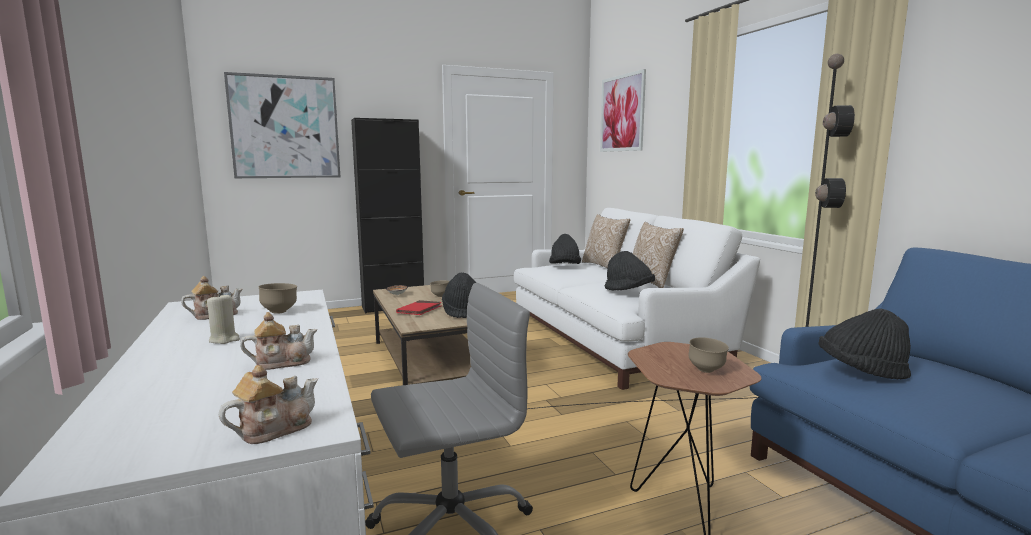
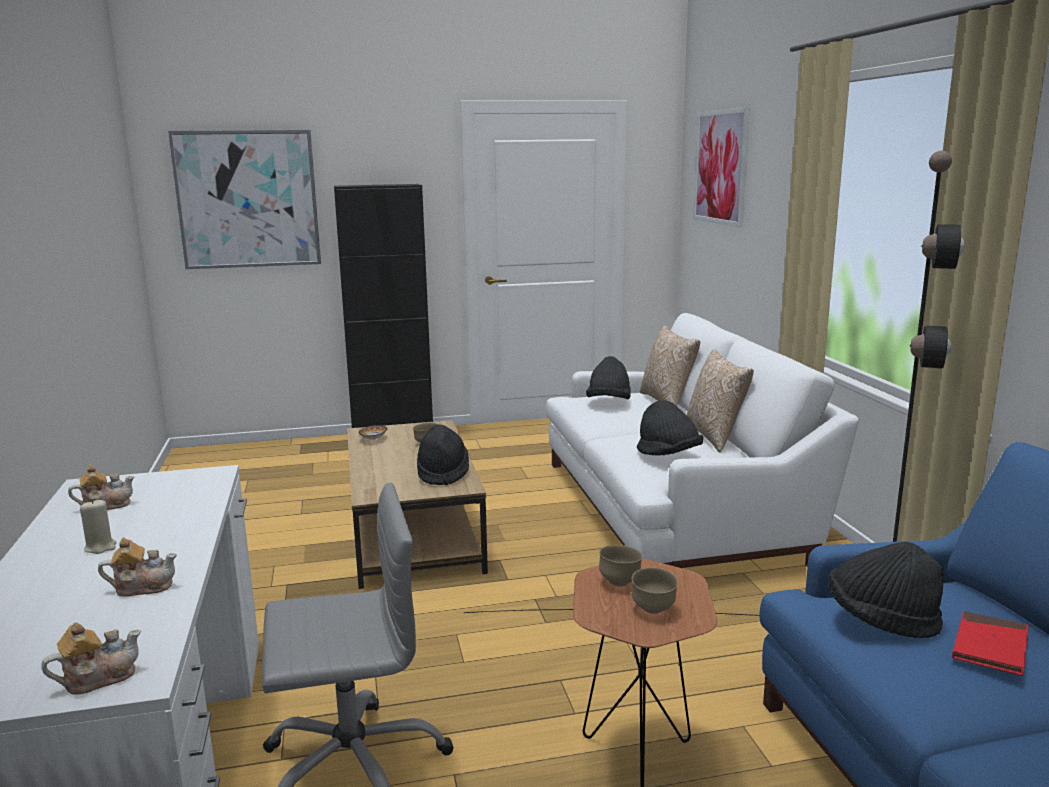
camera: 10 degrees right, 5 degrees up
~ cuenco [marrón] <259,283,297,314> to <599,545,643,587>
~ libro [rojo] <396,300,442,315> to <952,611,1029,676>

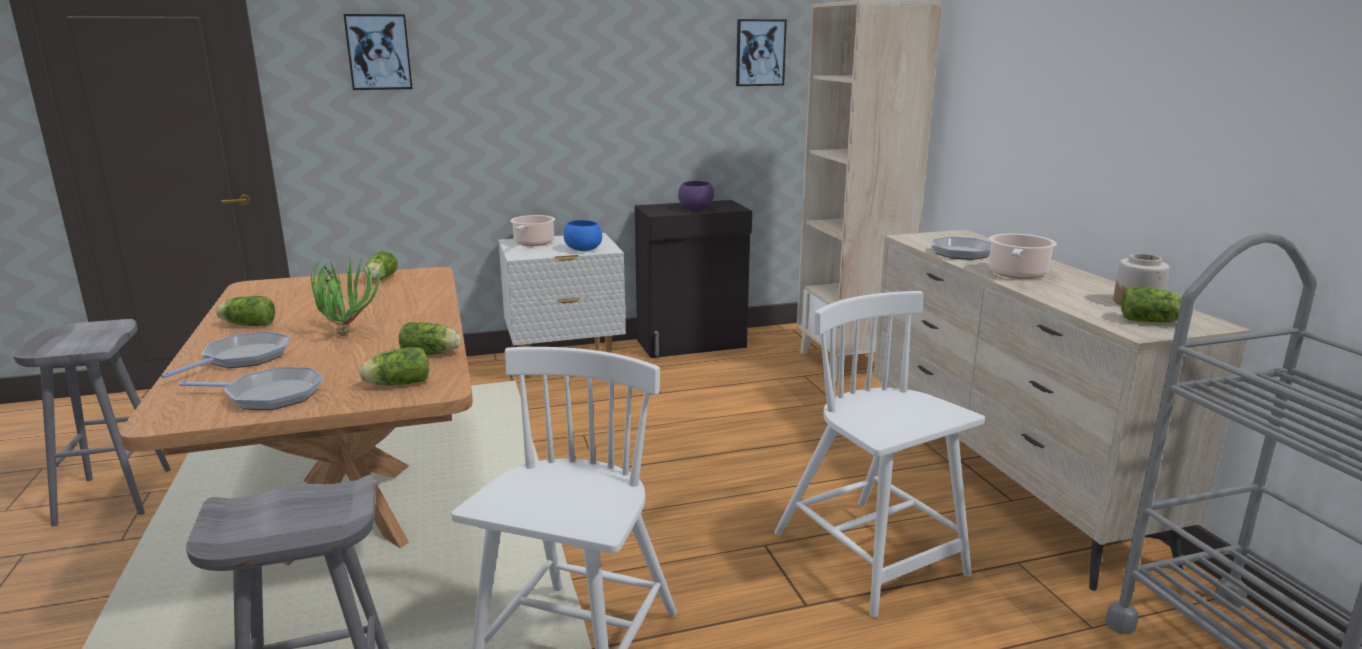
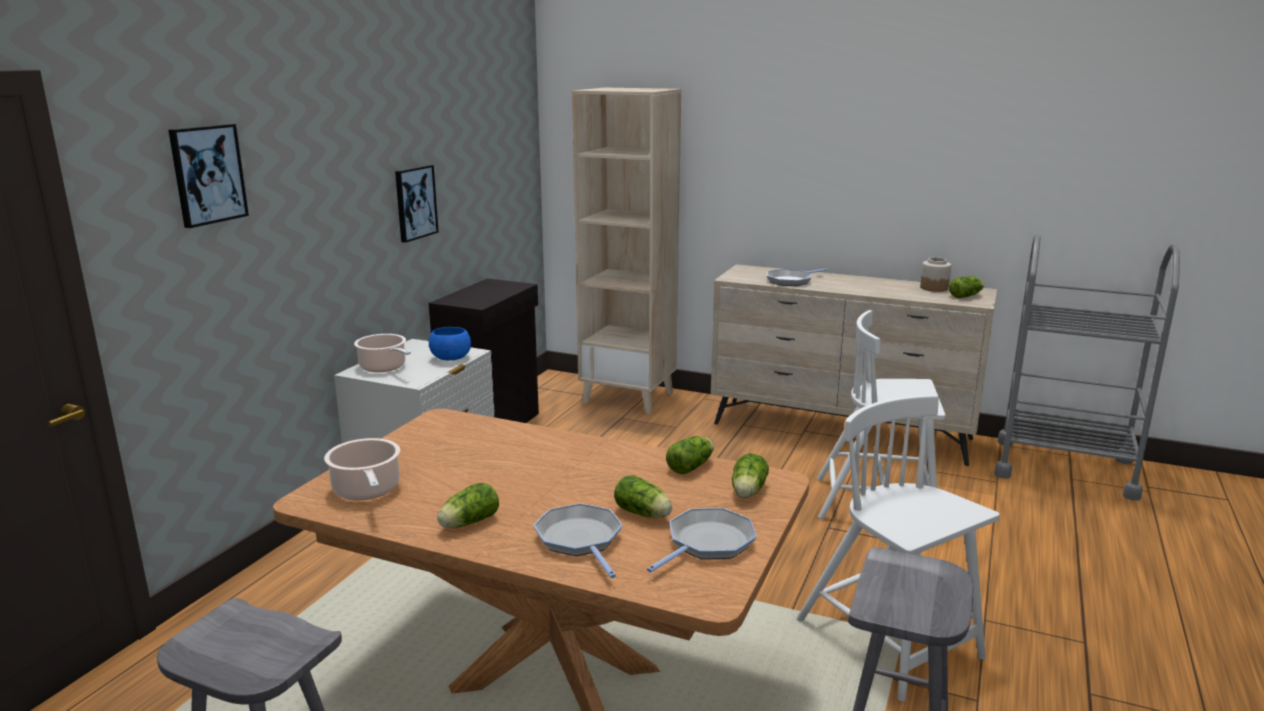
camera: 50 degrees left, 0 degrees up
- planta en maceta <311,254,382,336>
~ lechuga <364,251,398,281> to <614,475,672,518>
- cuenco [morado] <678,181,714,210>
~ cuadro <736,19,787,86> to <395,165,439,243>
~ olla <989,234,1057,279> to <324,438,400,500>

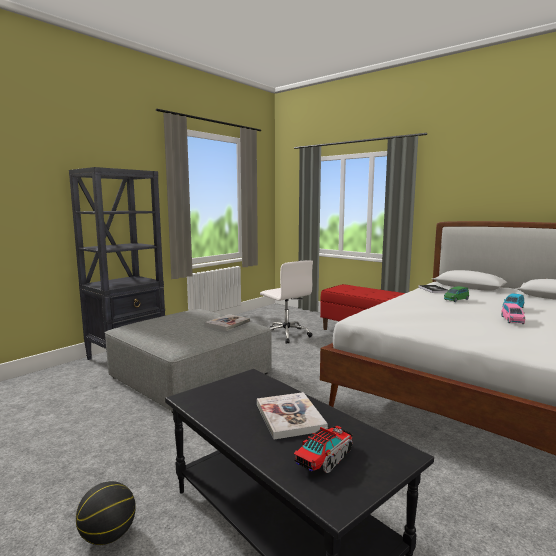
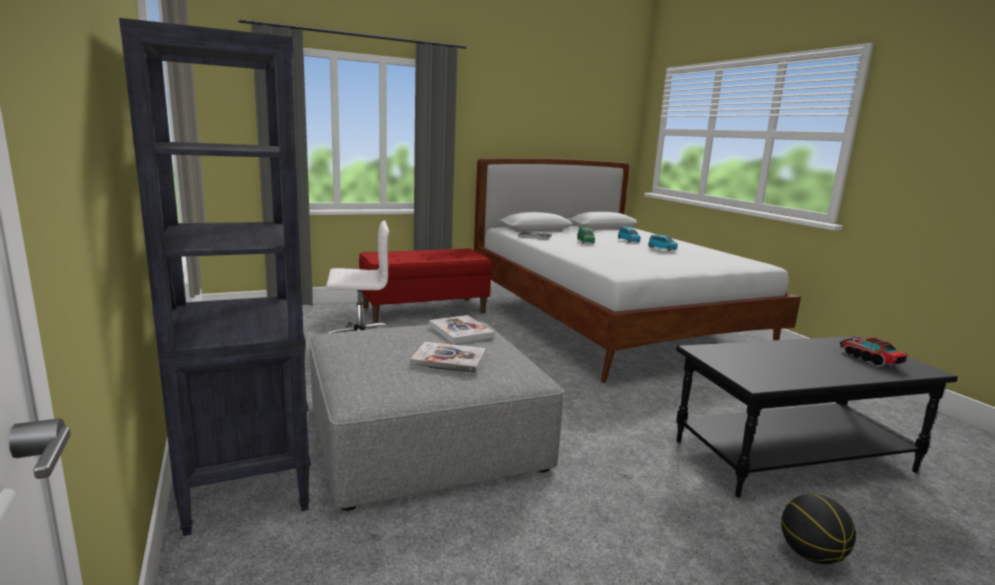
camera: 65 degrees left, 5 degrees up
~ libro <257,392,328,440> to <410,342,486,374>
~ coche de juguete [rosa] <502,303,525,324> to coche de juguete [azul] <648,234,678,251>

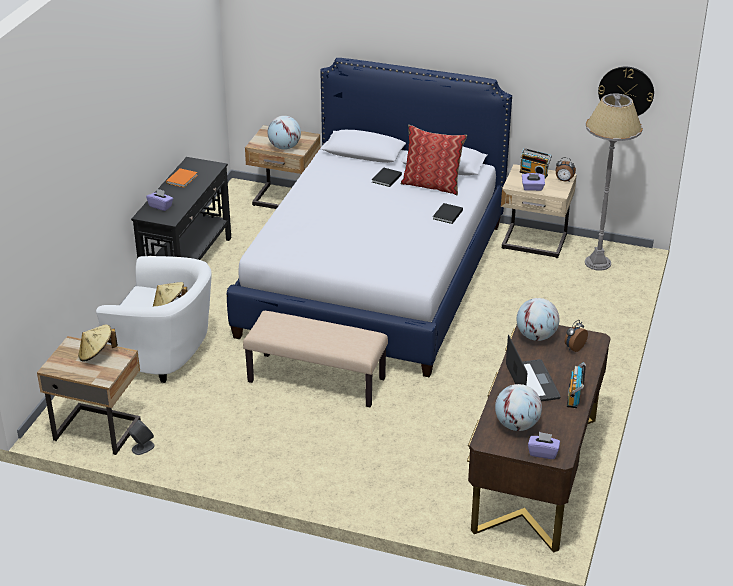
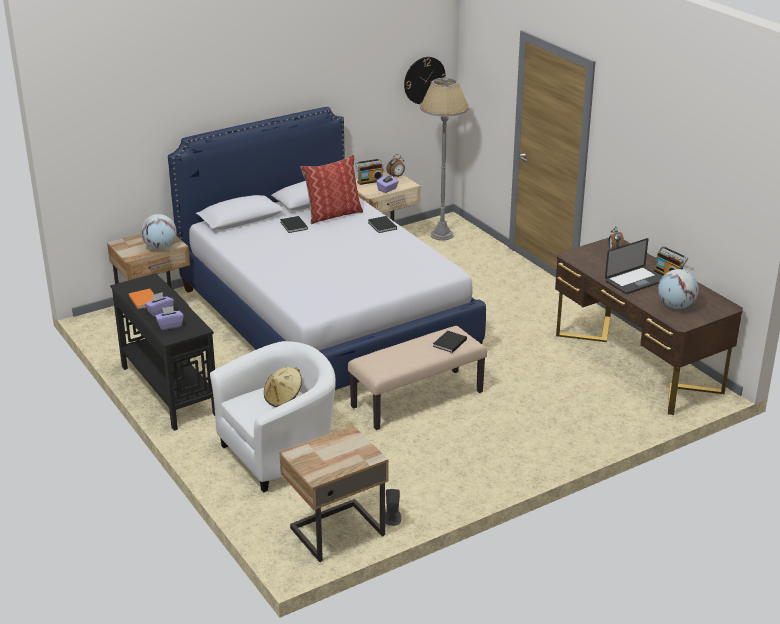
camera: 50 degrees left, 5 degrees down
- sombrero [beis] <78,325,118,362>
~ portátil <506,335,561,401> = <605,238,663,294> 120 degrees clockwise
- globo terráqueo <517,298,559,341>
~ caja de pañuelos [morado] <528,432,560,459> to <145,292,174,317>
+ libro [negro] <433,331,467,353>

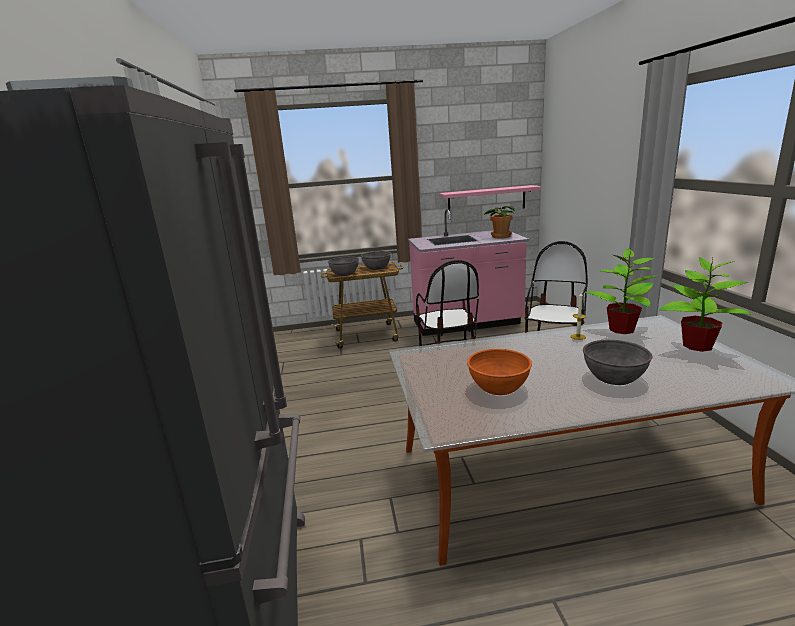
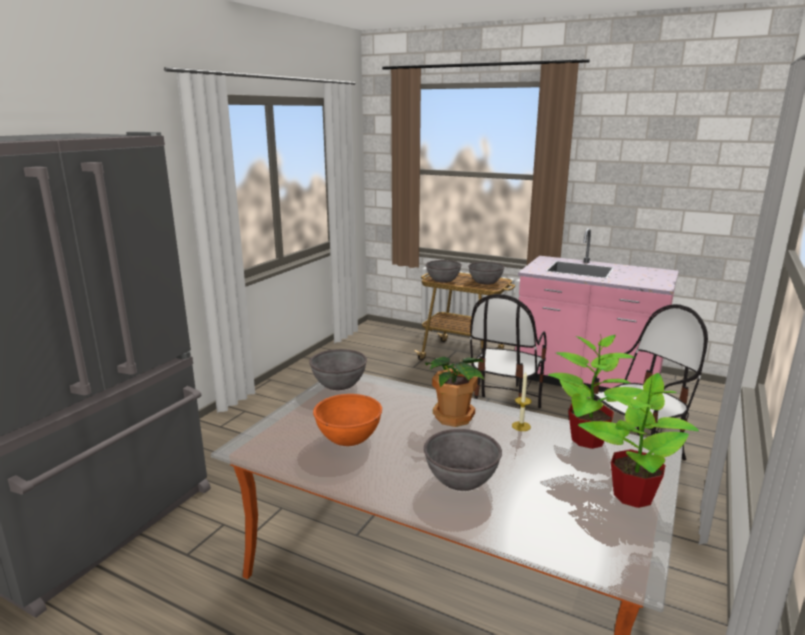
camera: 35 degrees right, 0 degrees up
- estante [rosa] <440,185,541,211>
~ planta en maceta <483,206,515,239> to <425,357,485,427>
+ cuenco [gris] <309,349,367,390>

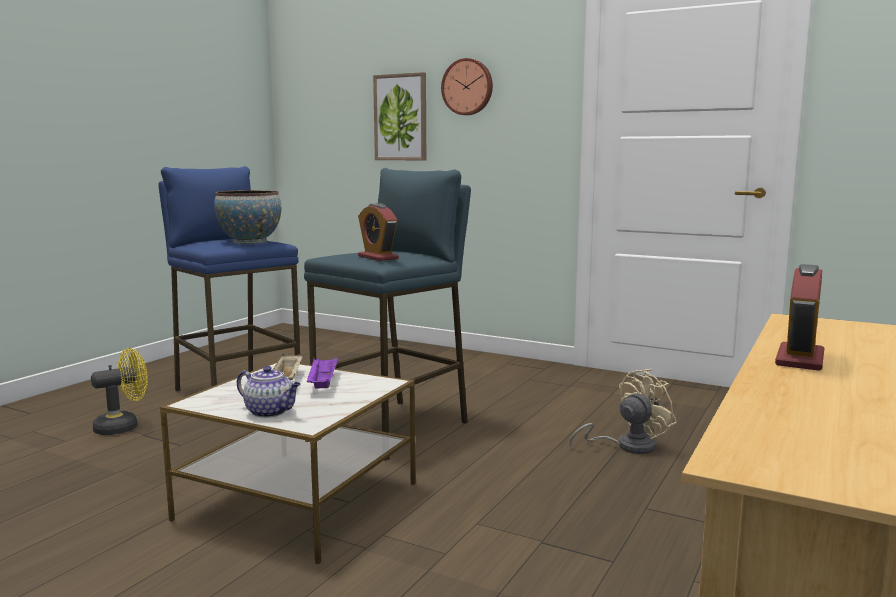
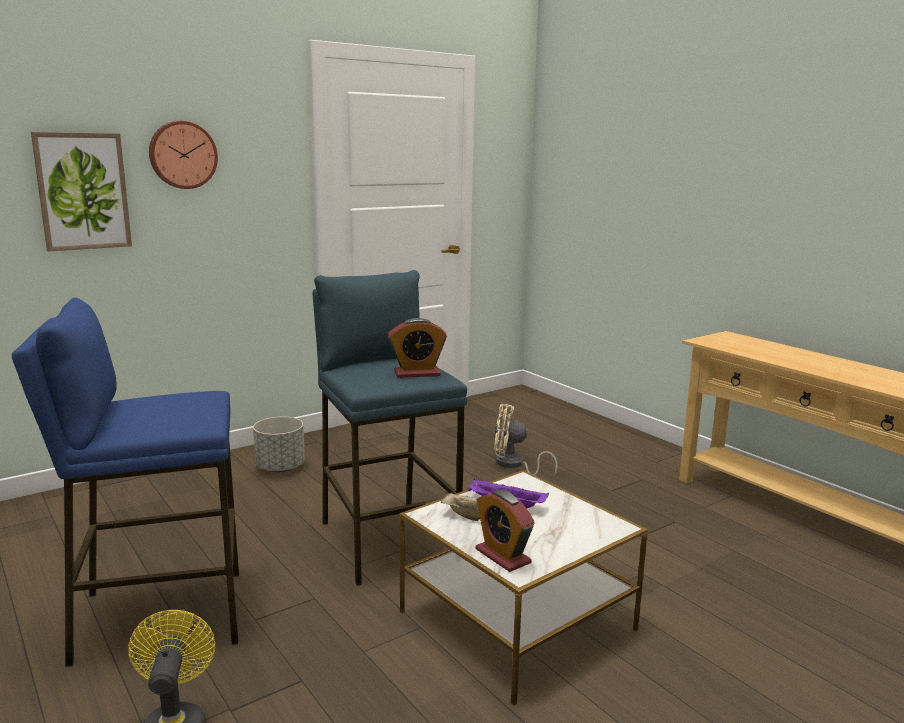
camera: 65 degrees left, 5 degrees up
- cuenco <214,190,281,244>
- tetera <237,366,301,418>
~ ventilador [beis] <569,369,677,454> = <494,404,558,477> 75 degrees counterclockwise
~ despertador <775,264,824,371> to <476,490,535,572>
+ maceta [gris] <253,417,305,472>

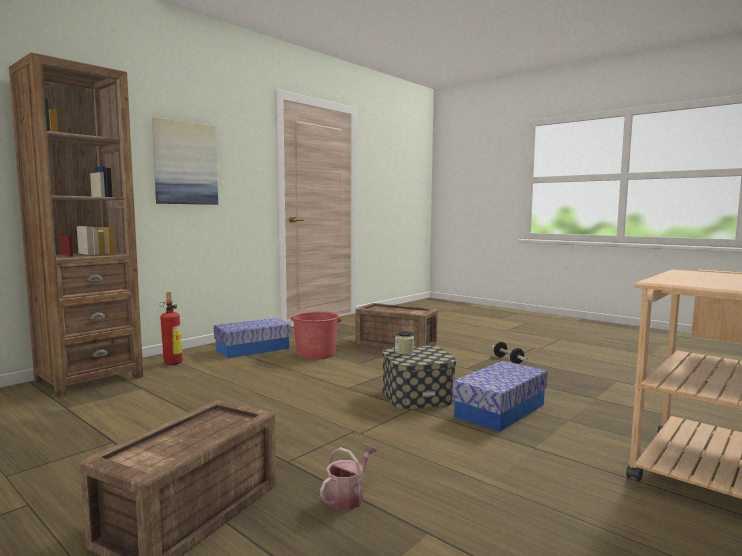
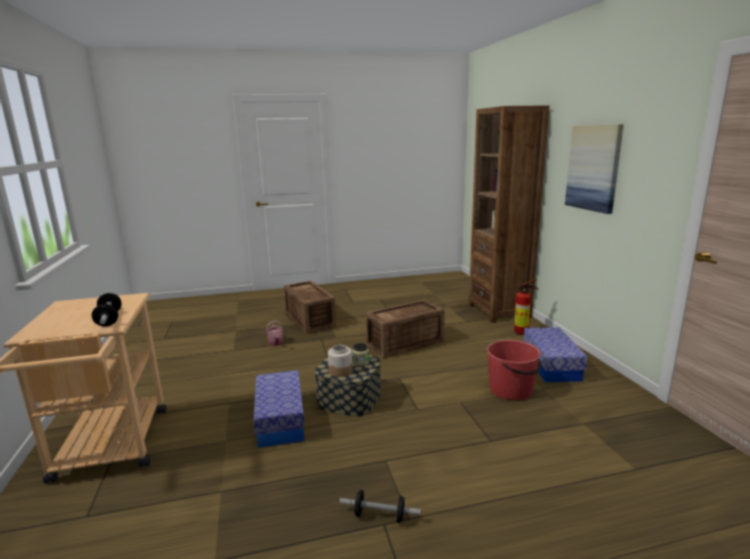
camera: 125 degrees right, 10 degrees up
~ caja de embalaje <355,303,438,349> to <366,300,445,358>
+ mancuerna <92,293,122,326>
+ tarro <328,345,353,377>

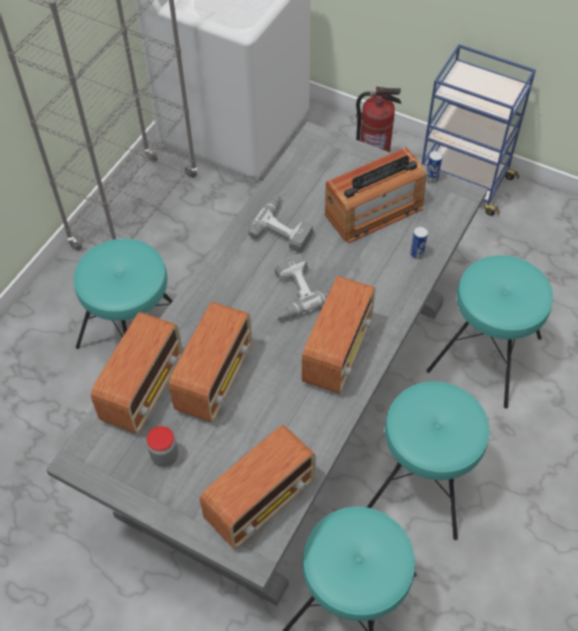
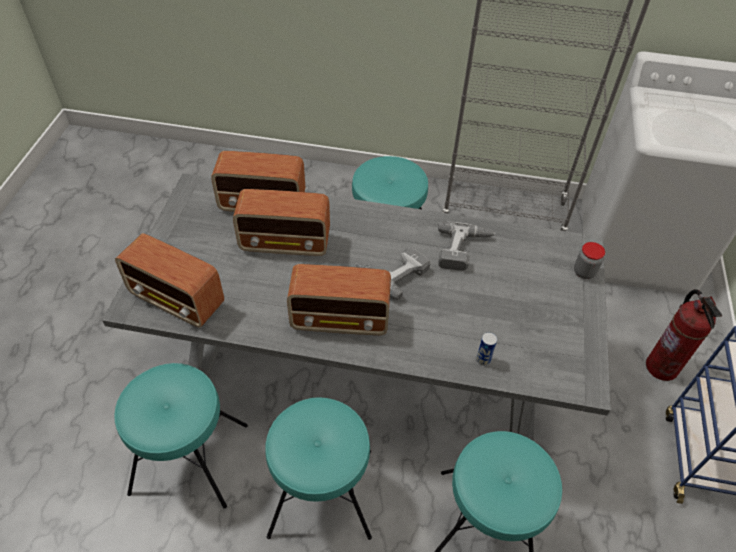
camera: 70 degrees right, 5 degrees down
~ tarro <147,426,178,467> to <574,242,605,279>
- radio <325,147,426,243>
- lata <426,151,443,183>

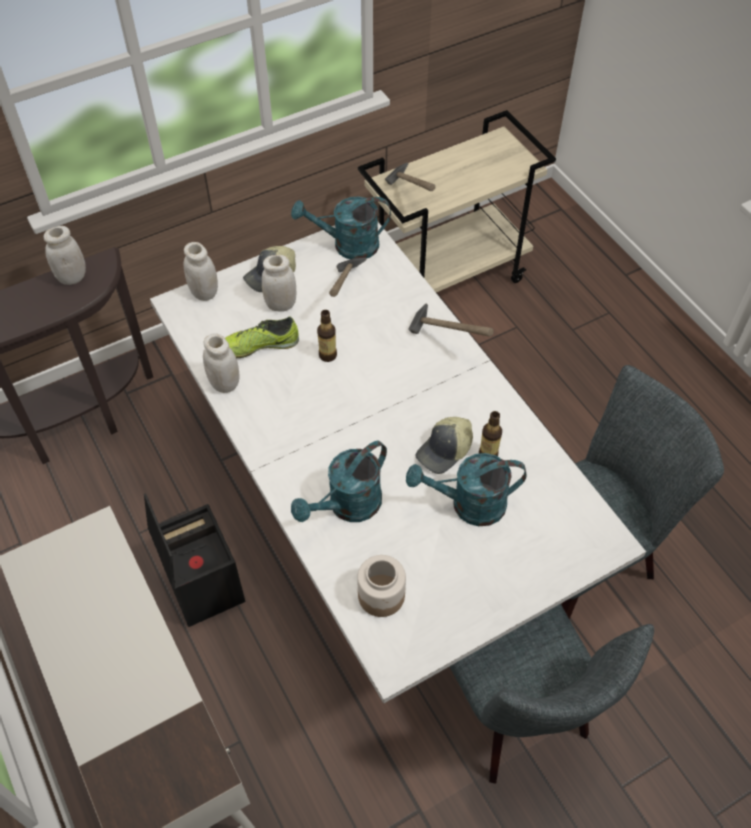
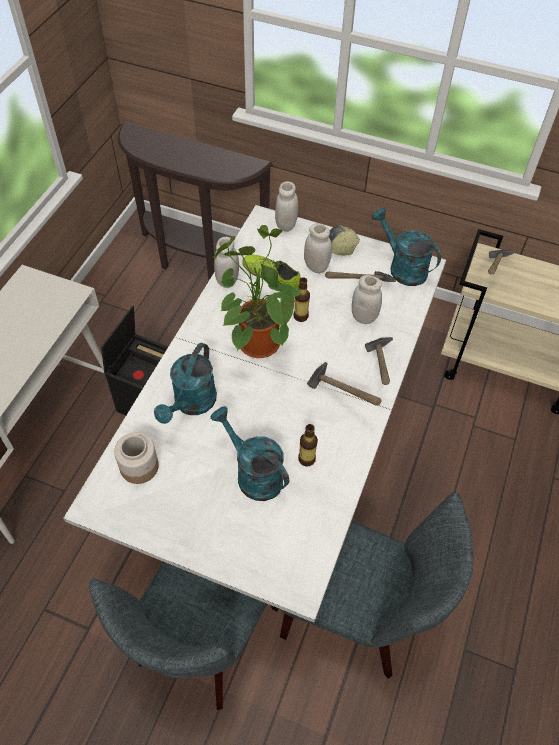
camera: 50 degrees right, 0 degrees up
~ tarro [blanco] <44,226,86,285> to <352,275,382,324>
~ regadera [turquesa] <291,441,387,522> = <154,343,217,424> 75 degrees counterclockwise
- gorra <415,417,473,474>
+ planta en maceta <212,225,304,358>
+ martillo <307,362,381,406>

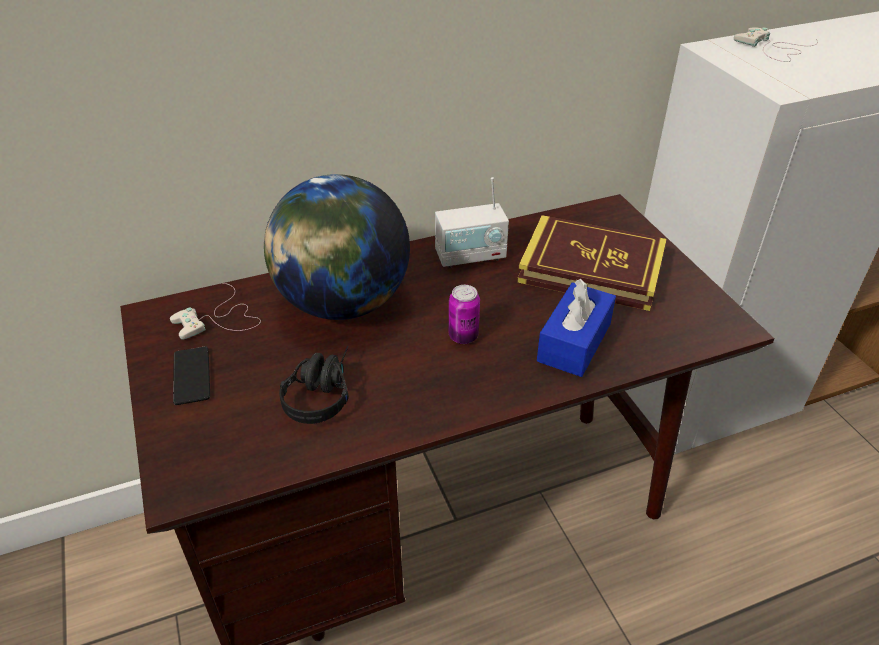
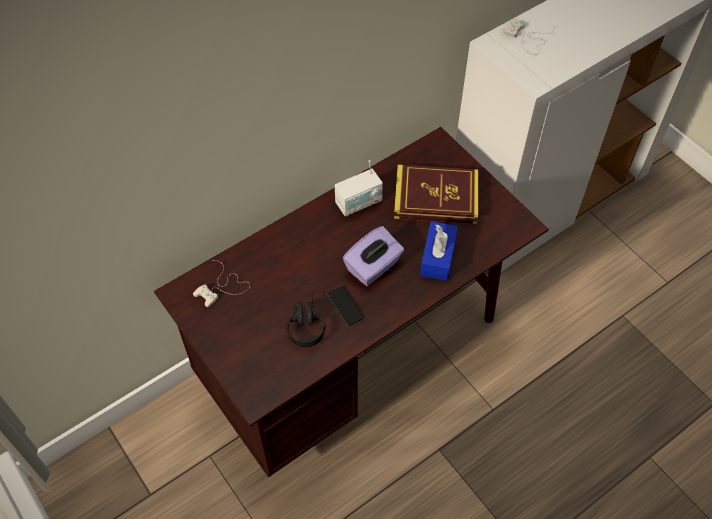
camera: 15 degrees left, 15 degrees up
~ móvil <173,347,210,405> to <327,285,364,326>
- globo terráqueo <264,174,410,320>
~ lata <449,285,480,344> to caja de pañuelos [morado] <343,226,404,286>

